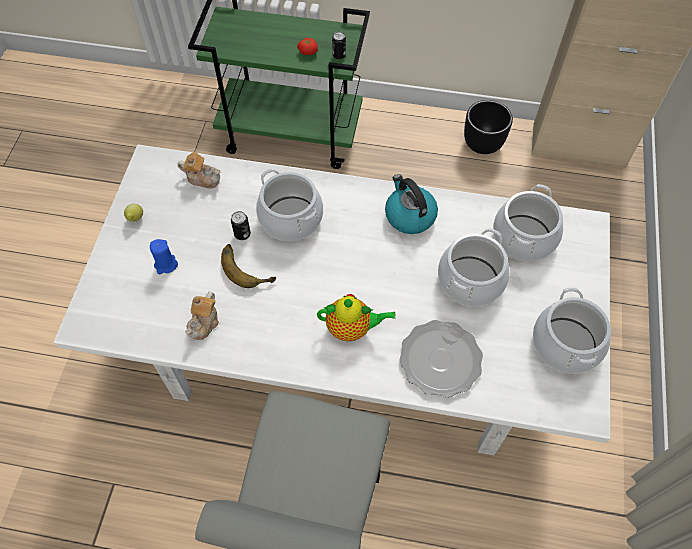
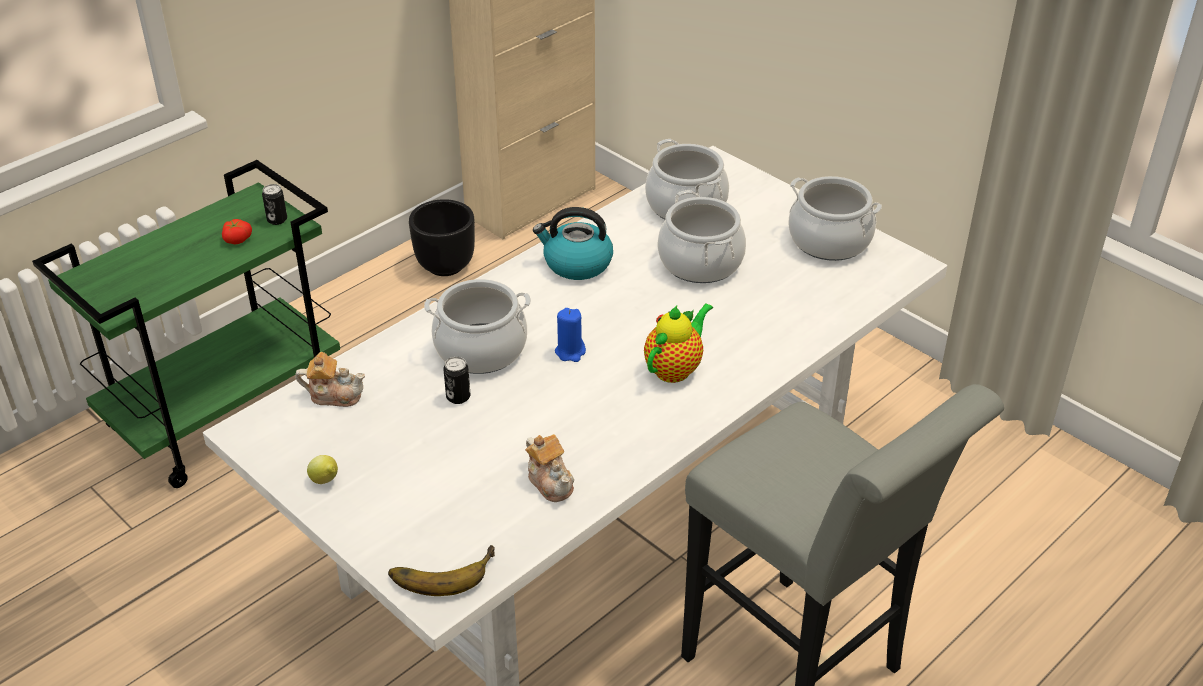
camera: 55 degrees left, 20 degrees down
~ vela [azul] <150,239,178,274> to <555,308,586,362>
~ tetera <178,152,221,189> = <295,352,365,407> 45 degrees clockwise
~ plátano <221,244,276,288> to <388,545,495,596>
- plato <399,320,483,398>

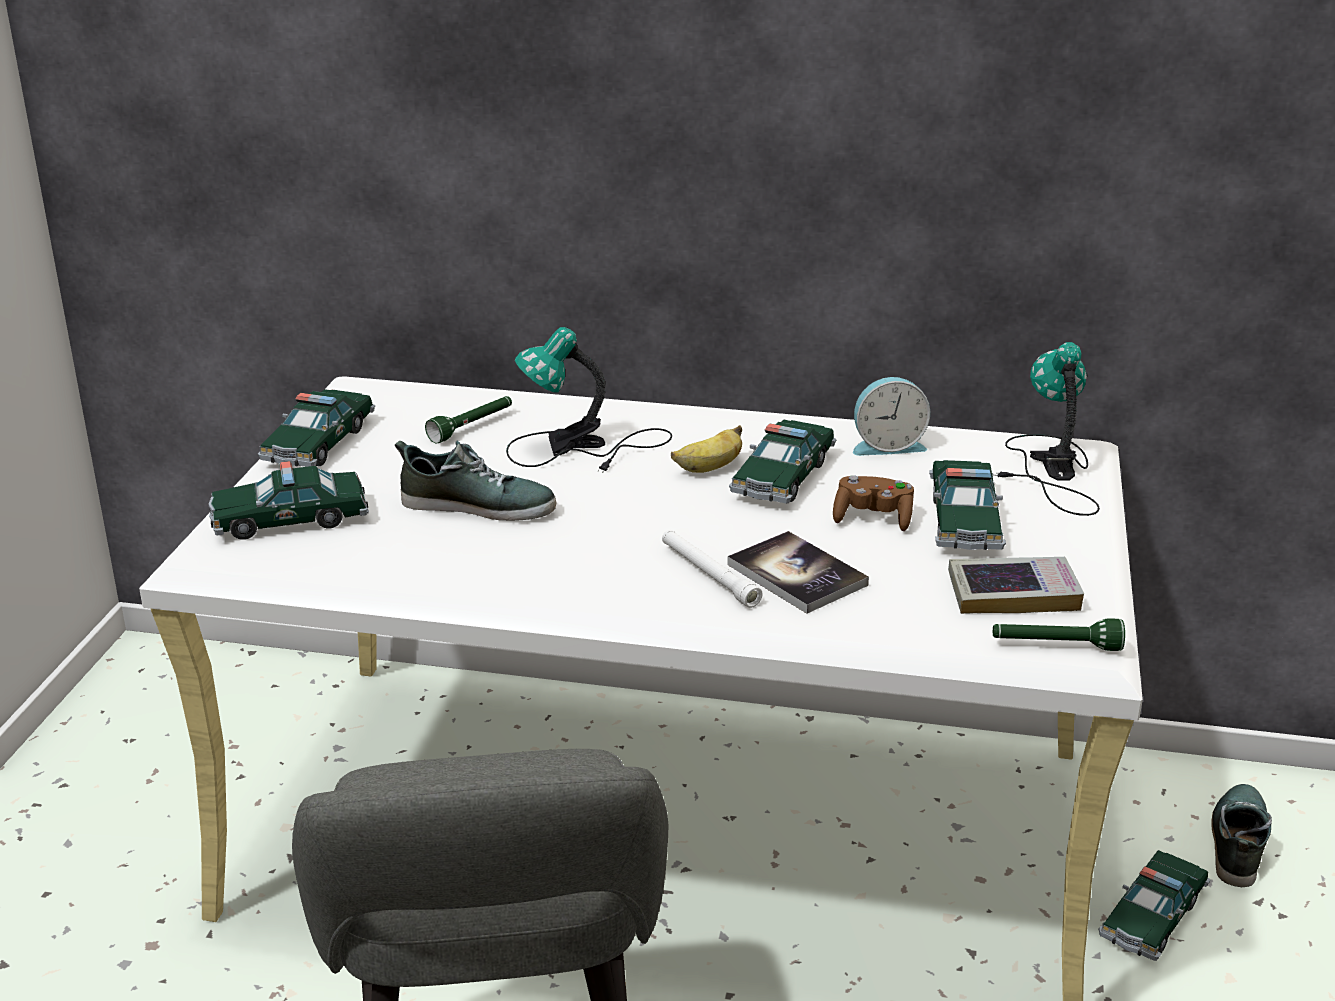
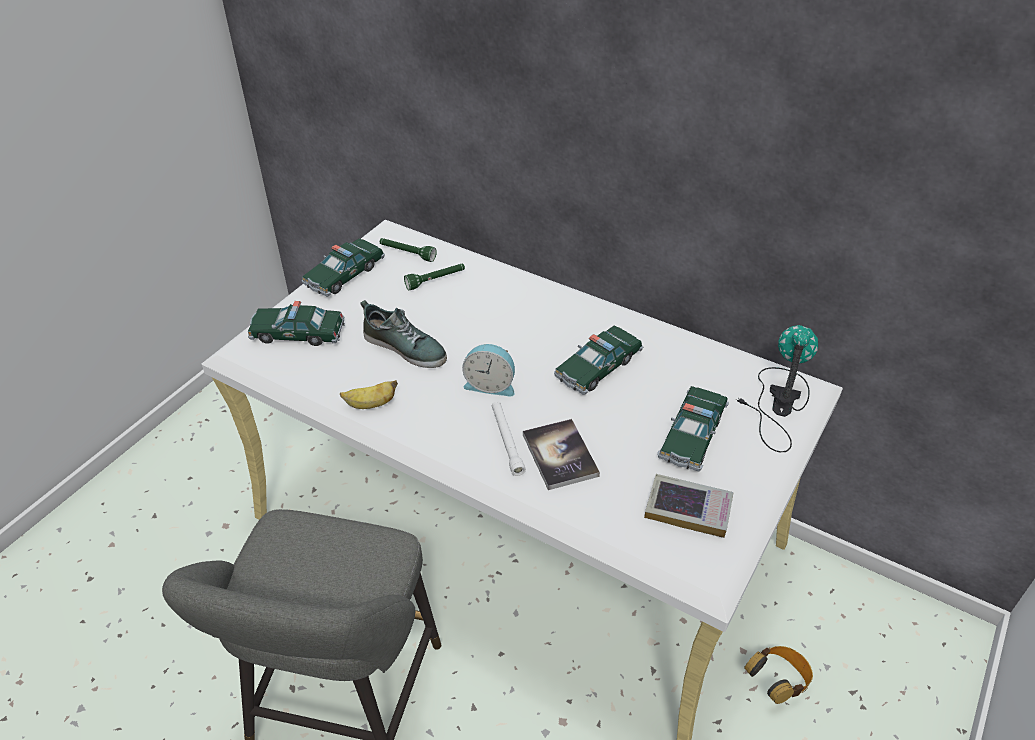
camera: 20 degrees right, 15 degrees up
- lámpara de mesa <506,327,672,473>
~ plátano <671,425,742,473> to <340,380,398,409>
- mando de consola [marrón] <833,475,914,531>
~ despertador <853,377,930,456> to <462,344,515,397>
~ linterna [verde] <993,618,1125,651> to <380,238,437,262>
~ coche de juguete <1098,850,1210,961> to auriculares <744,646,813,704>
- zapato <1212,784,1272,887>

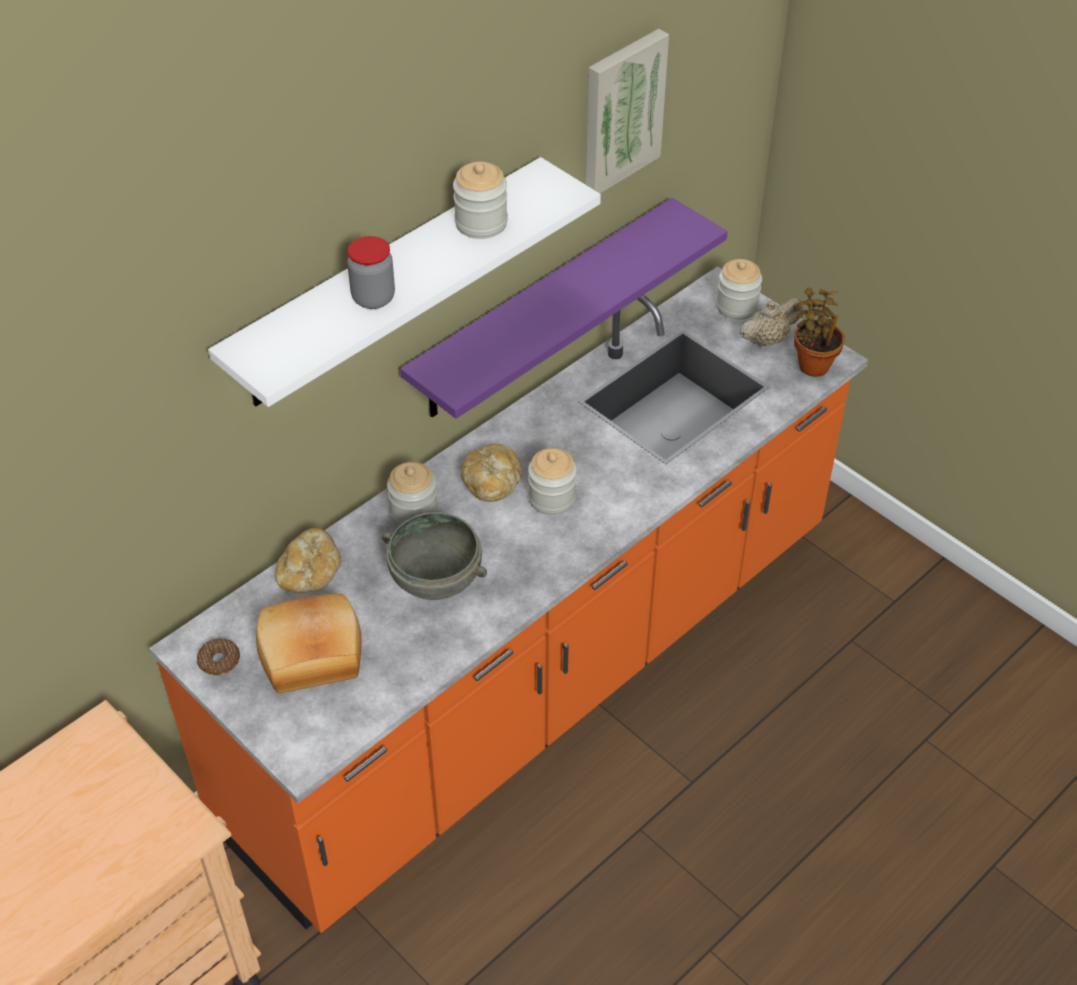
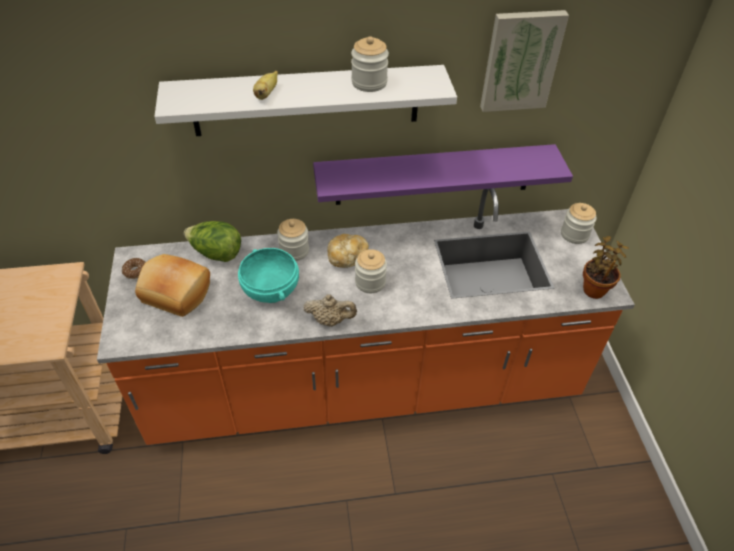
camera: 35 degrees right, 0 degrees up
~ pan <275,528,341,593> to lechuga <184,221,241,262>
~ tarro <347,236,395,309> to plátano <253,71,278,100>
~ cuenco [gris] <382,512,487,600> to cuenco [turquesa] <238,248,299,303>
~ tetera [beis] <740,297,803,347> to <303,295,357,327>

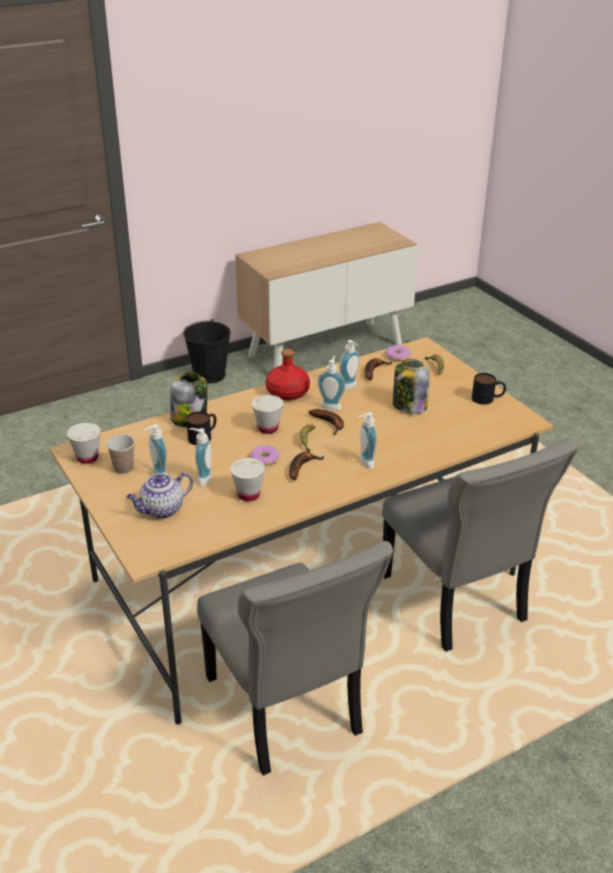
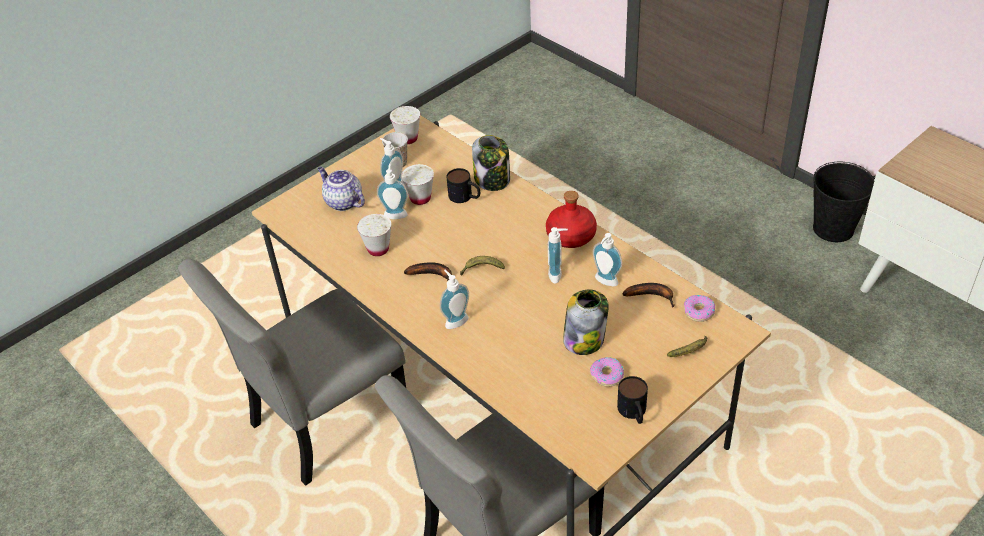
camera: 80 degrees right, 10 degrees up
~ rosquilla <250,445,280,466> to <590,357,624,387>
~ taza [blanco] <252,395,283,434> to <401,164,434,205>
- plátano <309,409,344,435>

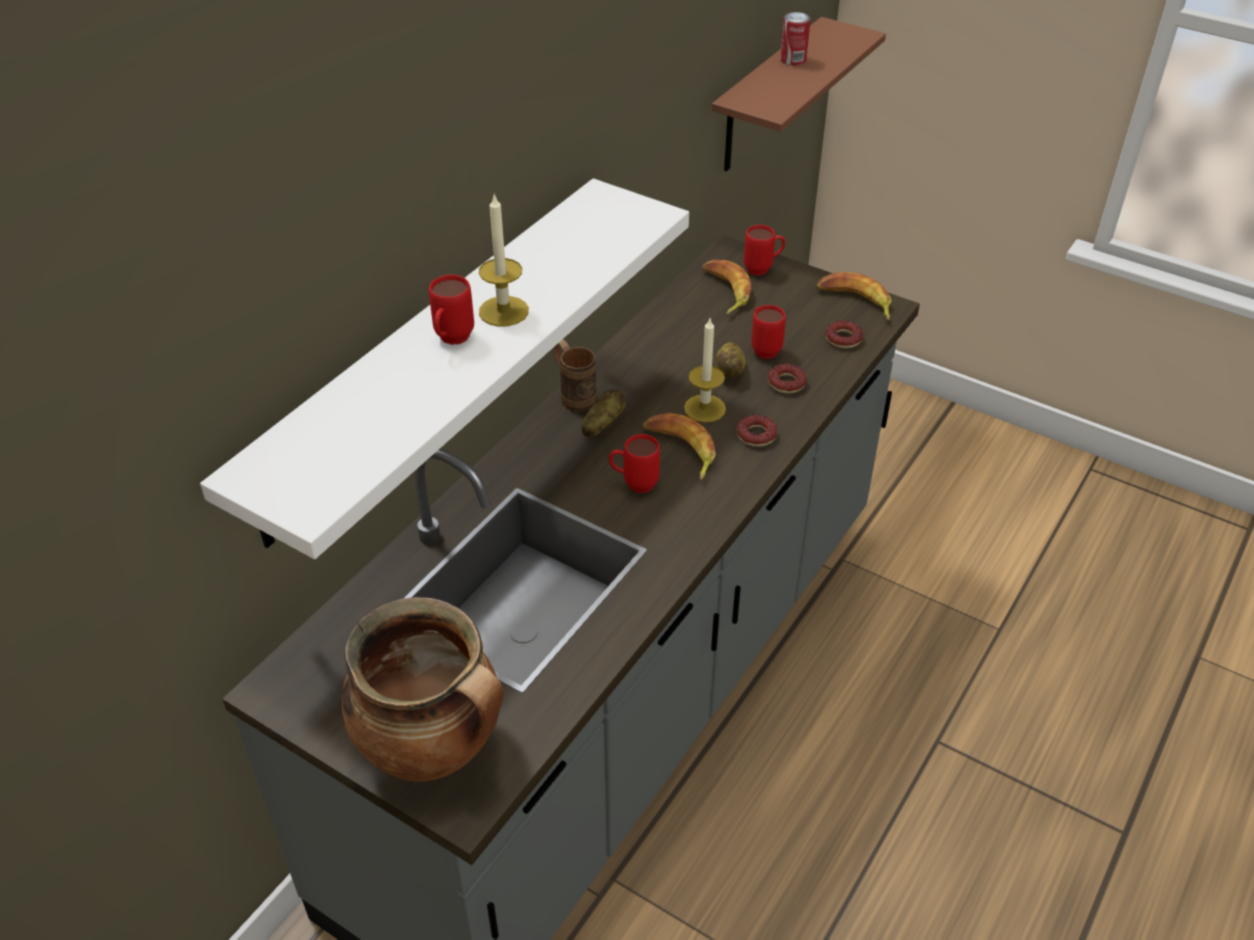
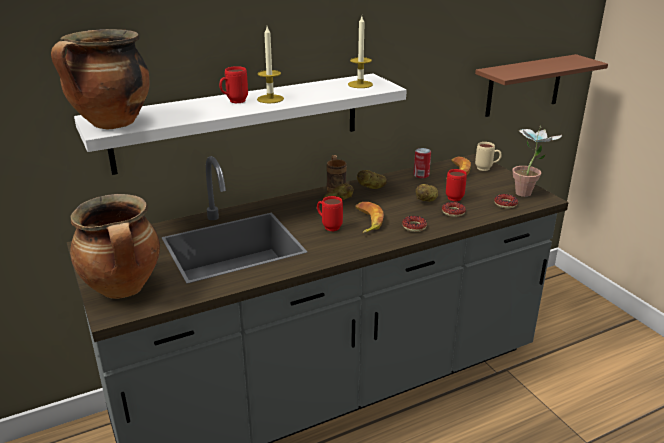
camera: 30 degrees right, 15 degrees down
~ vela <684,319,726,423> to <348,16,373,88>
~ taza grande [rojo] <744,225,785,275> to taza grande [beis] <475,142,502,171>
~ lata <781,12,811,66> to <414,148,431,178>
~ plátano <816,272,891,320> to planta en maceta <512,126,562,197>
+ olla <51,29,150,129>
+ patata <357,170,387,189>

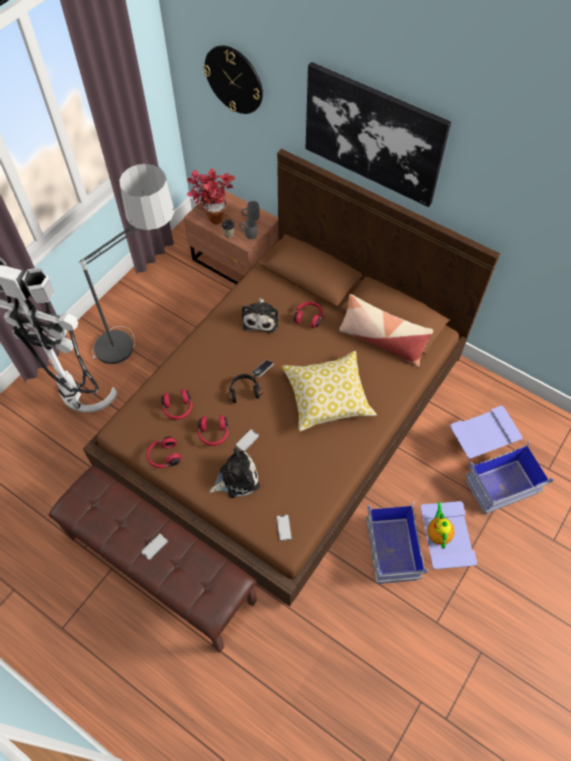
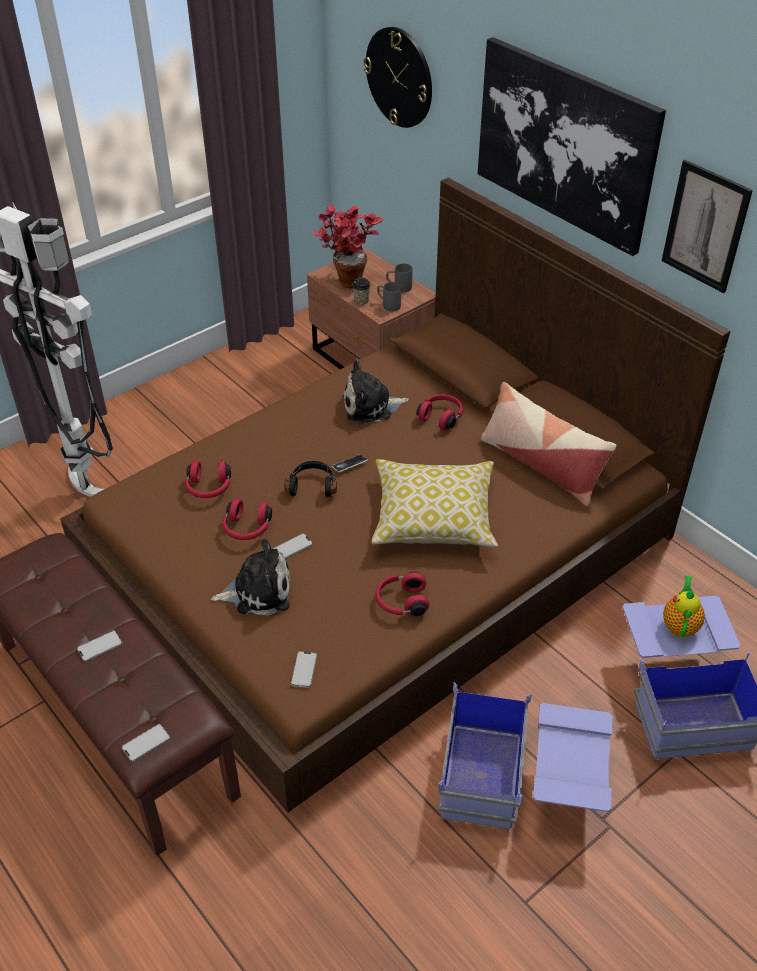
camera: 15 degrees right, 15 degrees down
- lámpara de pie <78,164,174,364>
~ auriculares [rojo] <146,436,181,468> to <375,572,429,616>
~ peluche <242,298,278,333> = <343,360,409,423> 60 degrees clockwise
~ tetera <428,502,454,549> to <663,576,705,637>
+ móvil <122,724,170,762>
+ cuadro <662,160,753,293>

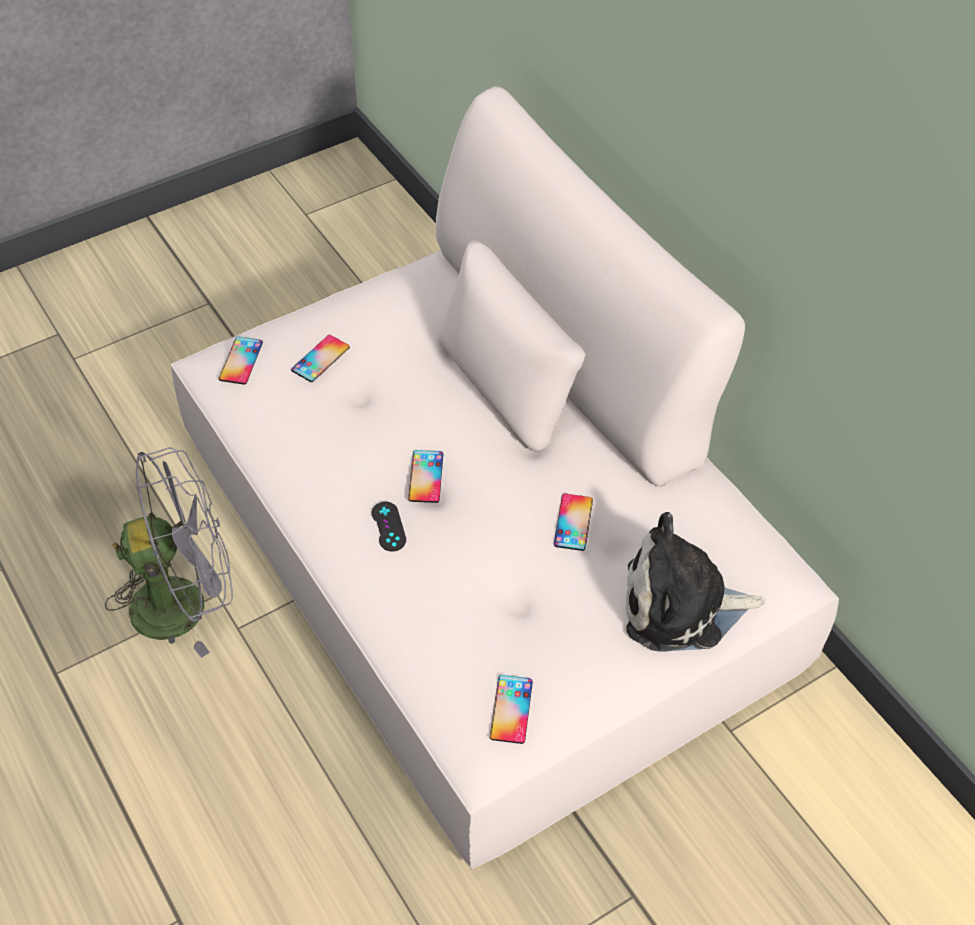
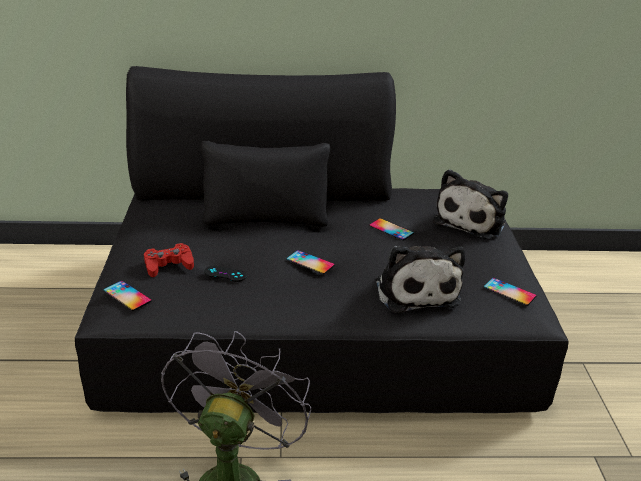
camera: 60 degrees left, 20 degrees down
~ sofá [beis] <170,86,839,869> to sofá [negro] <75,66,569,413>
~ móvil <291,335,350,382> to mando de consola [rojo] <144,243,194,277>
~ mando de consola [negro] <372,502,406,552> to <204,266,247,282>
+ peluche <376,246,465,313>

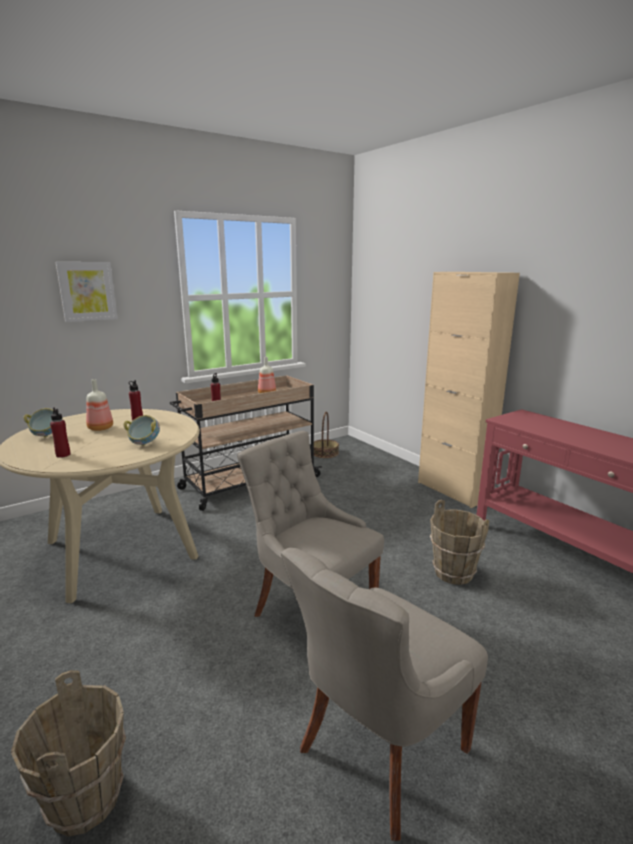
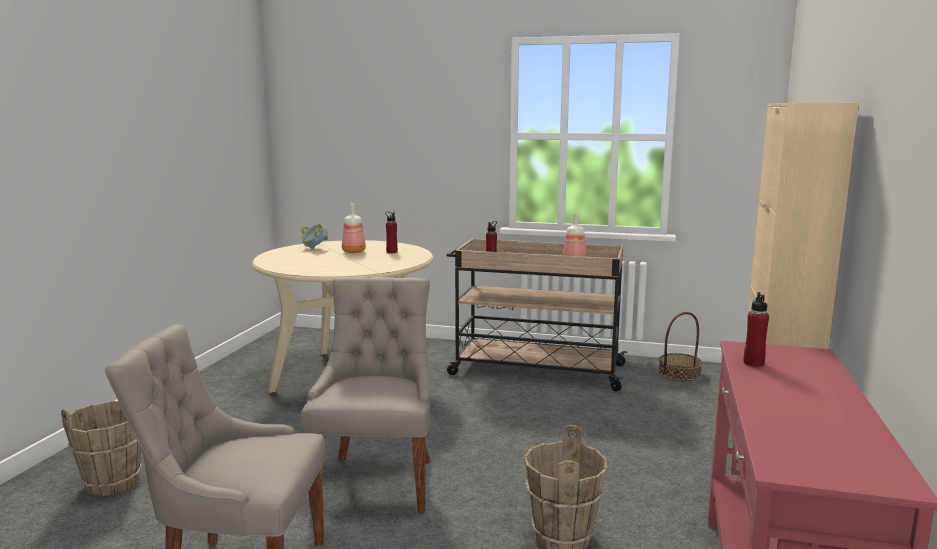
camera: 50 degrees right, 5 degrees down
~ botella [rojo] <50,407,71,458> to <743,292,769,367>
- cuadro <56,262,118,322>
- cuenco <123,415,160,446>

